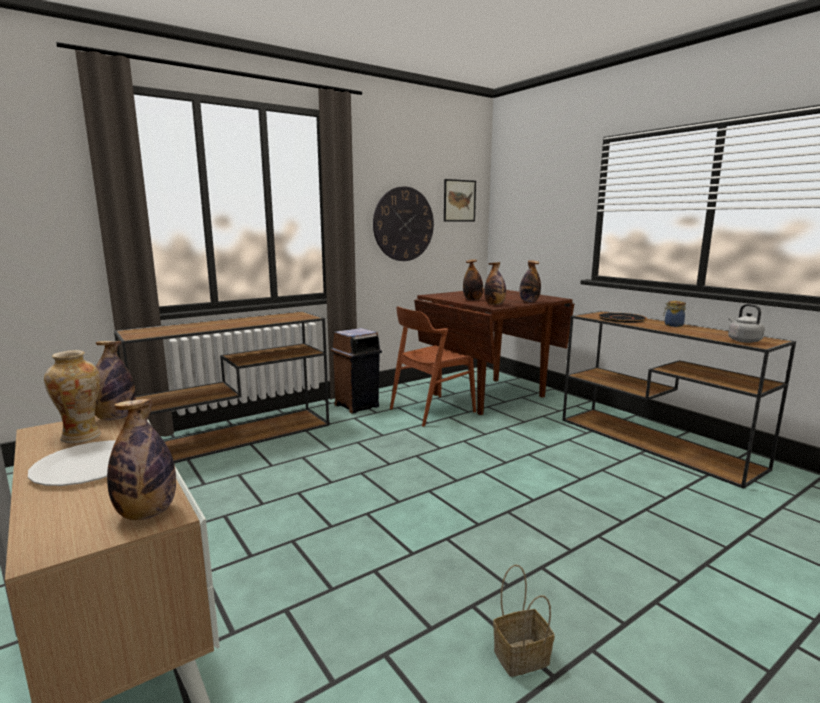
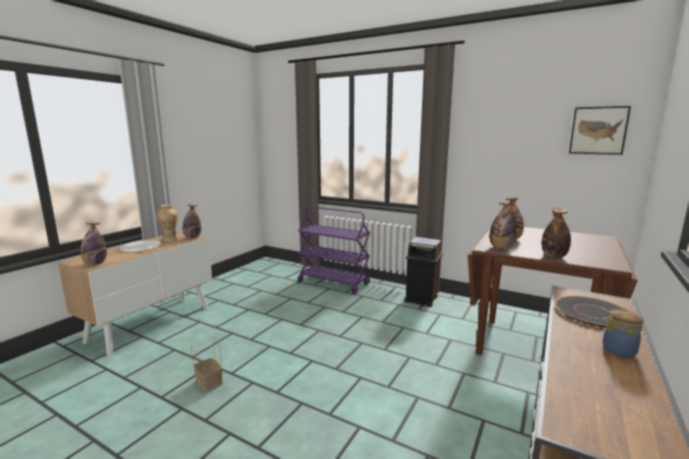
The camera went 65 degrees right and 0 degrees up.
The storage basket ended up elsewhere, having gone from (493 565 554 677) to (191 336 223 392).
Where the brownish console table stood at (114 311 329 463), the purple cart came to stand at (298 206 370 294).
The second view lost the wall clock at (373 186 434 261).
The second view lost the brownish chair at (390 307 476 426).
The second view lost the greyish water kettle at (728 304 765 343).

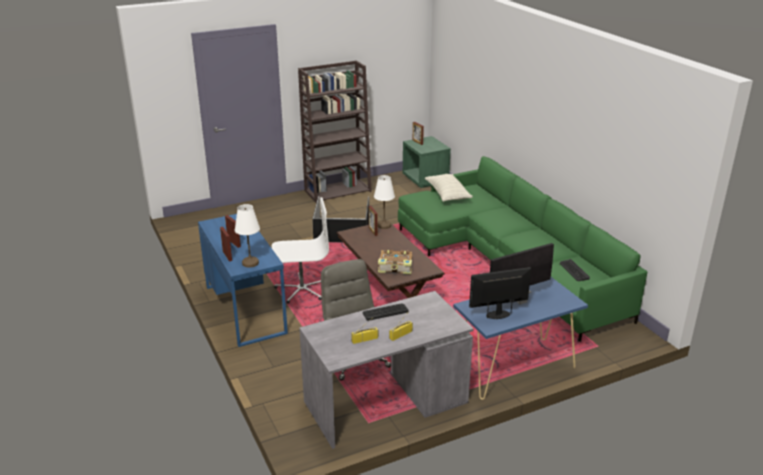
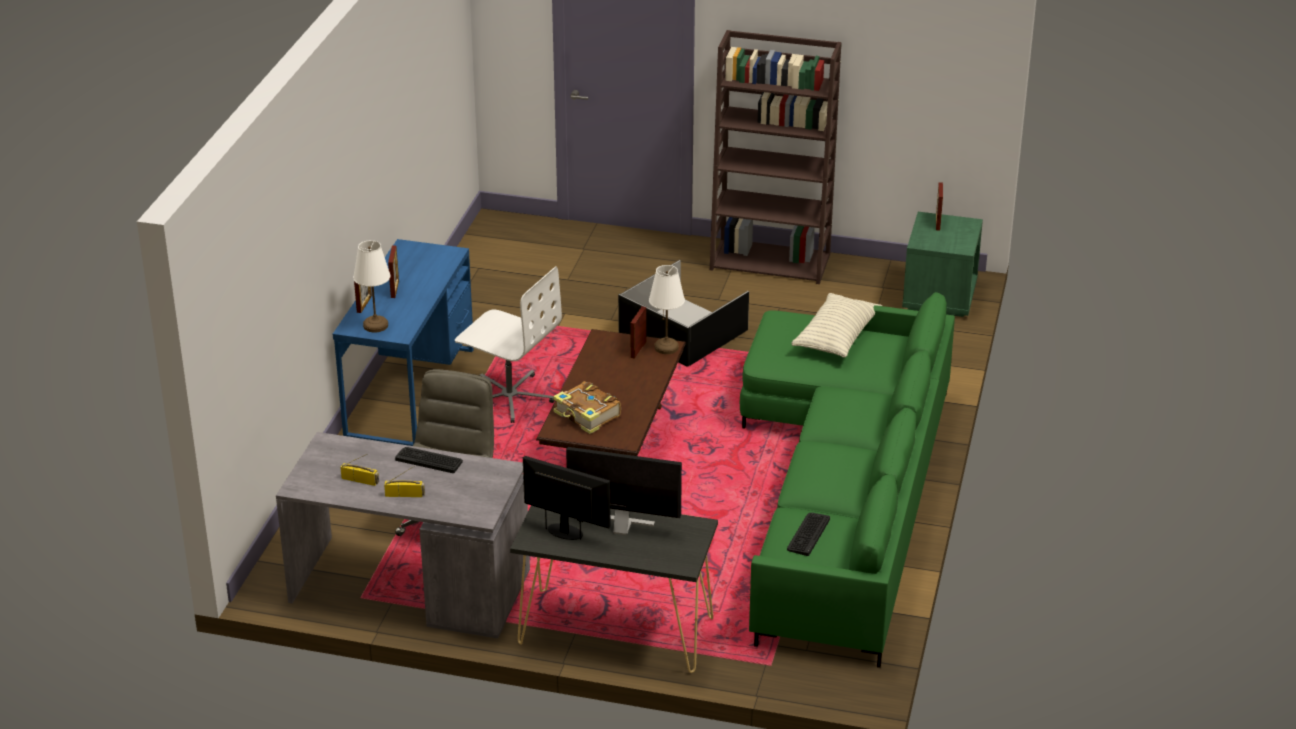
The camera went 40 degrees right and 5 degrees up.
What was the bluish console table at (453 277 588 400) turned into the black console table at (510 505 718 673).

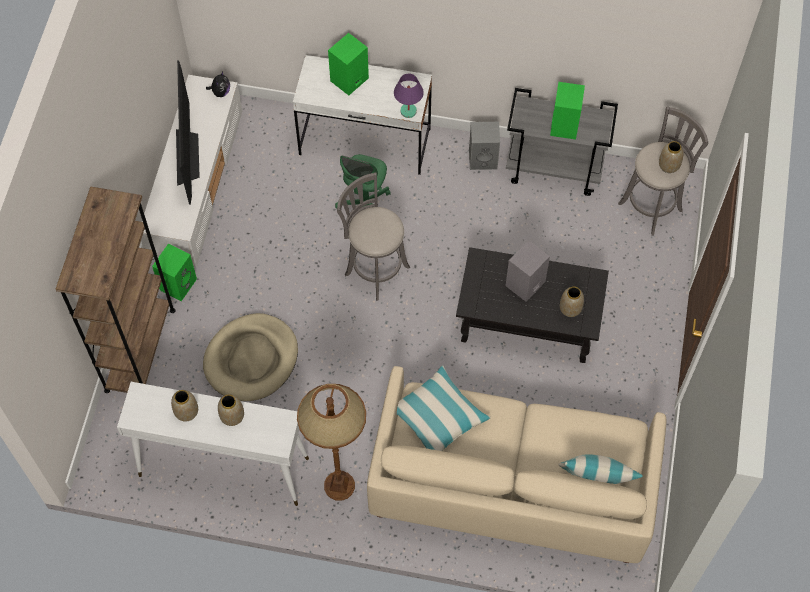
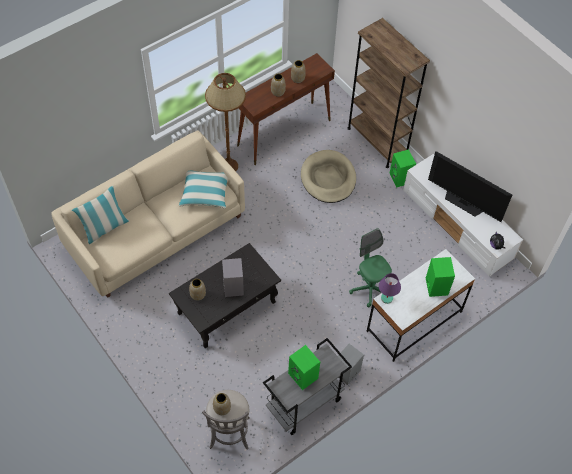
The camera went 130 degrees right and 5 degrees down.
What was the white-coloured console table at (117 382 309 506) turned into the brownish console table at (237 53 335 165).
The second view lost the greyish stool seat at (337 173 410 300).

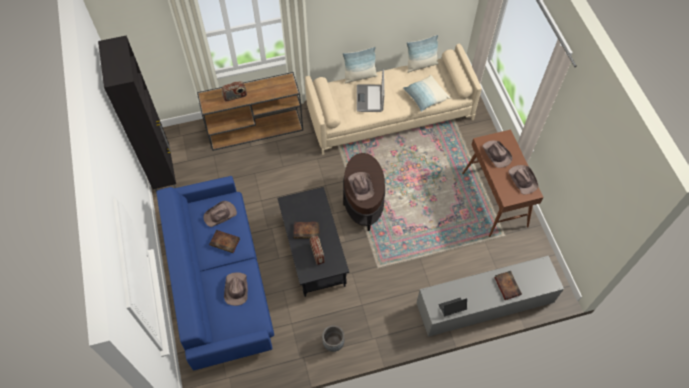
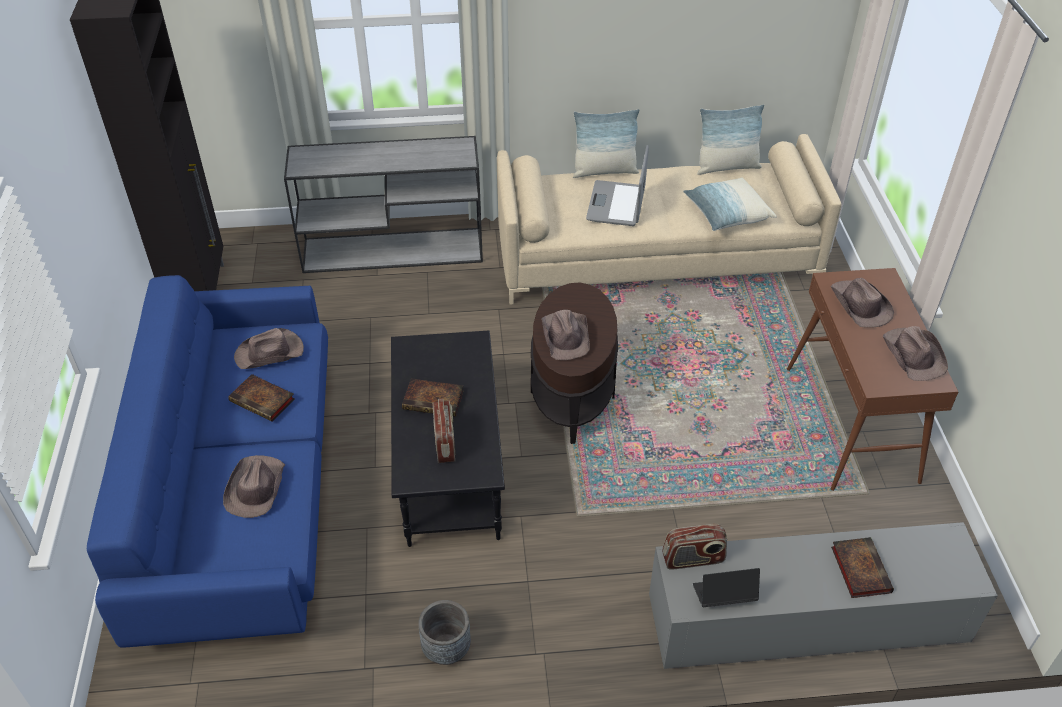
The camera went 10 degrees right and 15 degrees down.
What was the brownish console table at (197 72 303 151) turned into the greyish console table at (284 136 483 273).
The radio ended up elsewhere, having gone from (222 81 247 101) to (662 524 727 569).

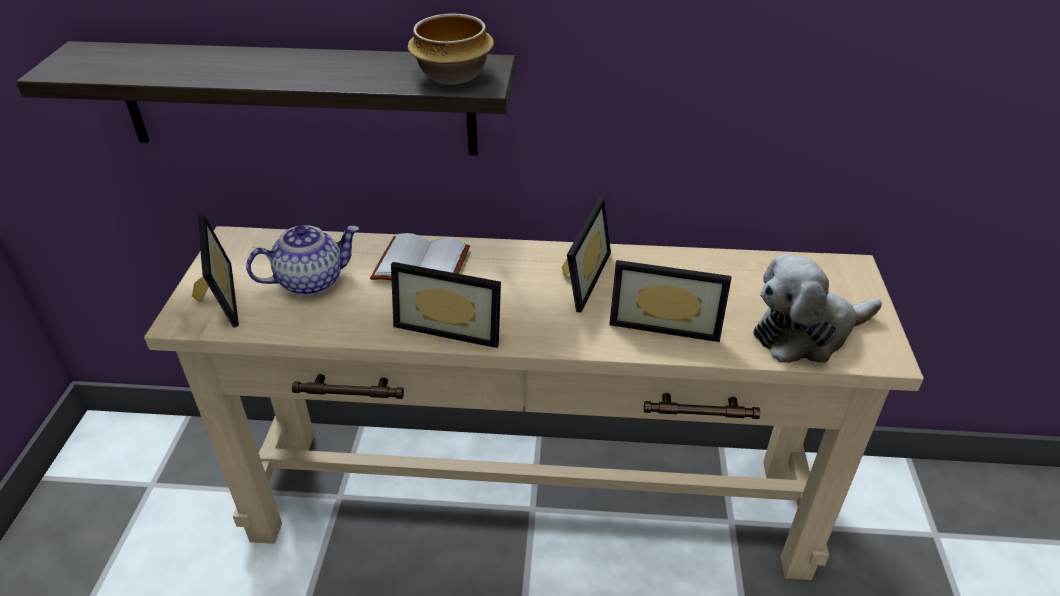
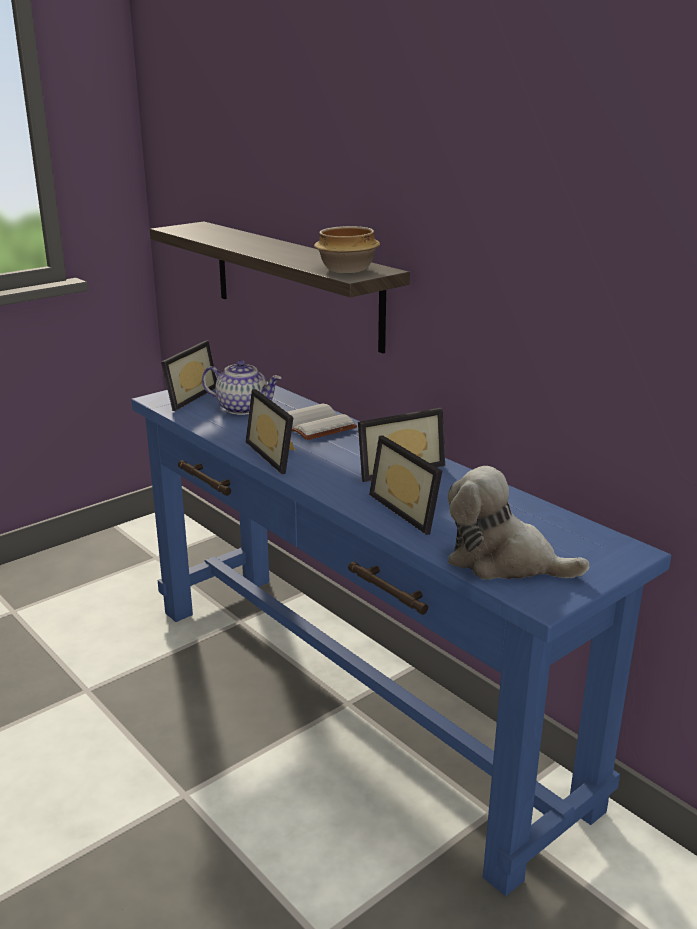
The camera went 45 degrees right and 15 degrees down.
What was the sand-coloured console table at (144 226 924 580) turned into the bluish console table at (131 377 671 896).

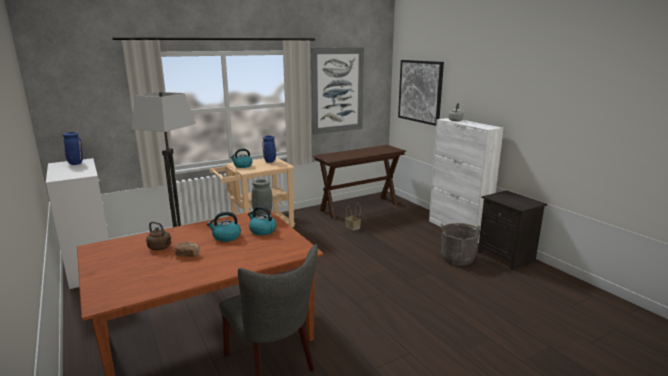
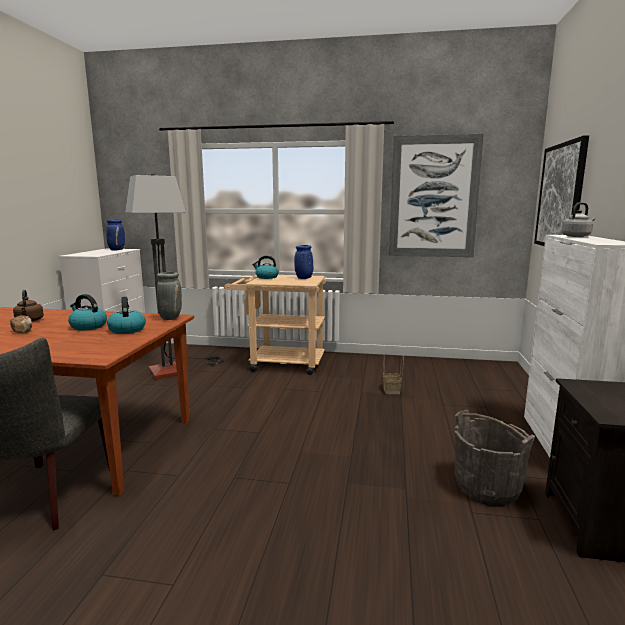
The camera went 40 degrees right and 5 degrees down.
The second view lost the brownish console table at (313 145 406 219).

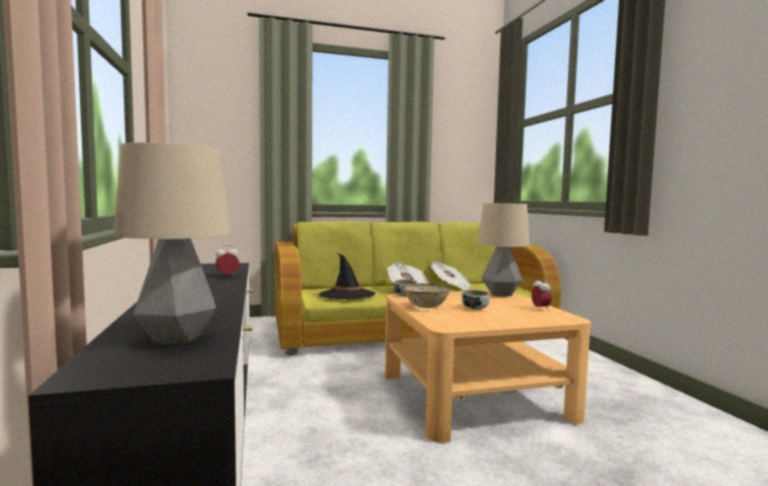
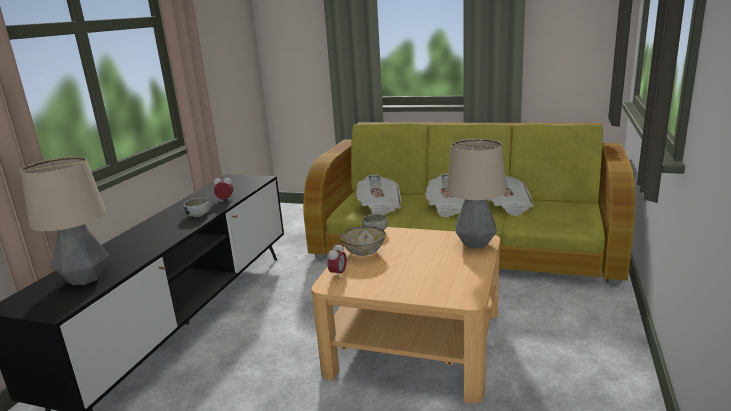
The camera went 35 degrees right and 15 degrees up.
The deep dish ended up elsewhere, having gone from (462 290 490 310) to (183 197 210 217).
The bedside clock ended up elsewhere, having gone from (531 278 552 311) to (328 243 347 279).
Where the black wearable hat stood at (319 253 376 299), the daily paper came to stand at (356 175 401 215).

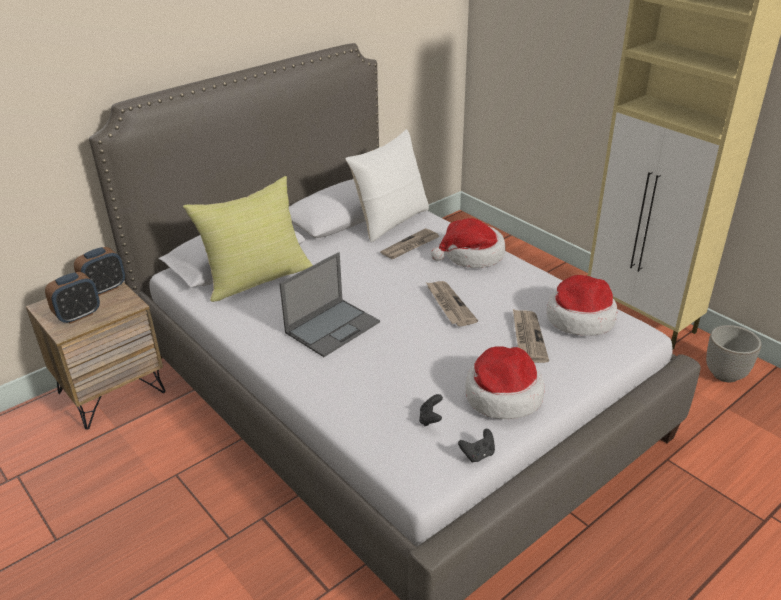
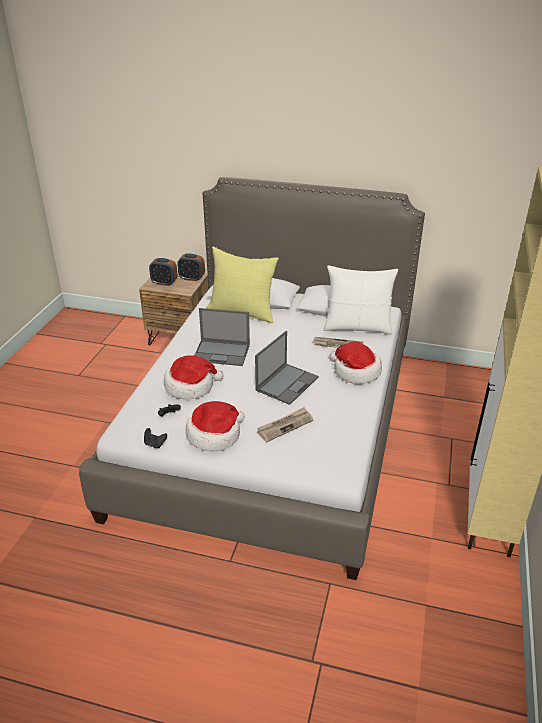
The camera went 55 degrees right and 0 degrees up.
The wearable hat ended up elsewhere, having gone from (547 275 617 336) to (164 355 224 400).
Where the daily paper stood at (426 281 478 327), the portable computer came to stand at (255 331 319 405).
The second view lost the planter at (706 325 761 382).

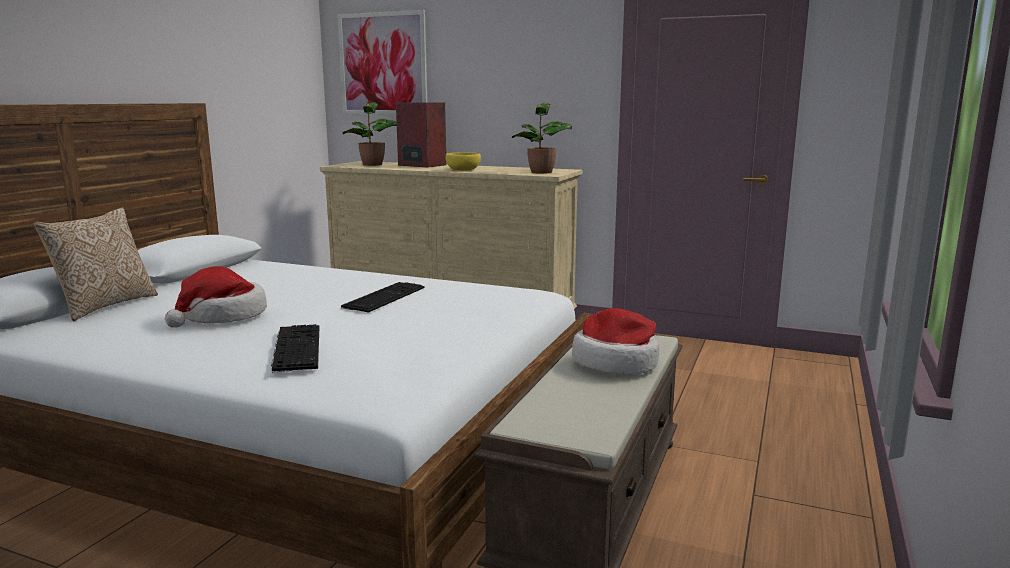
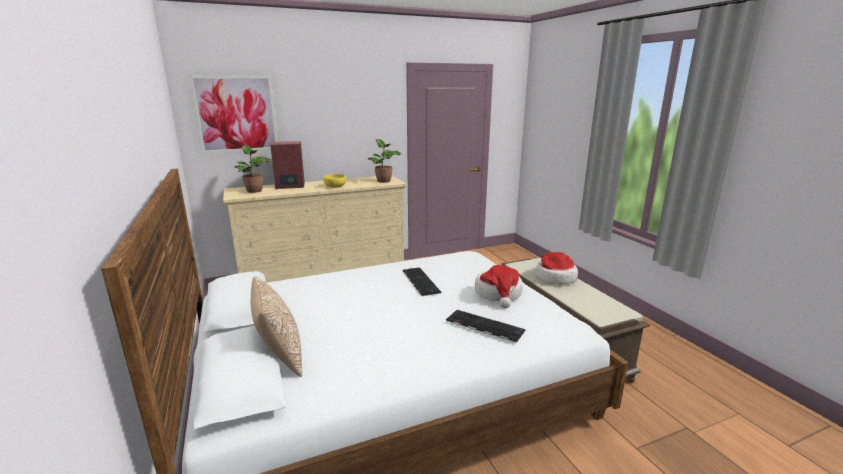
The camera went 45 degrees left and 5 degrees up.
The wearable hat ended up elsewhere, having gone from (165 266 267 328) to (475 265 523 308).

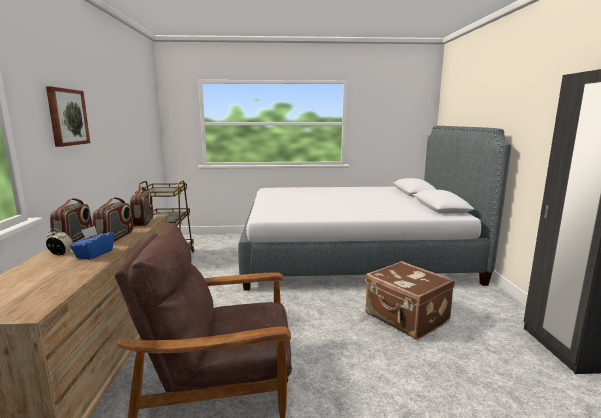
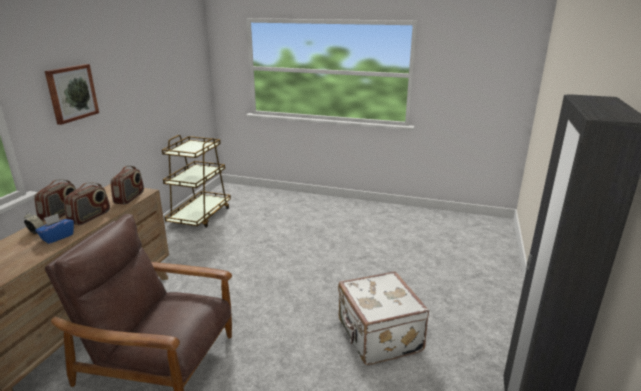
The camera went 20 degrees right and 10 degrees up.
What was the brownish piece of luggage at (365 261 455 340) turned into the white-coloured piece of luggage at (338 271 429 365).
The second view lost the greyish sleeping bed at (238 126 511 291).

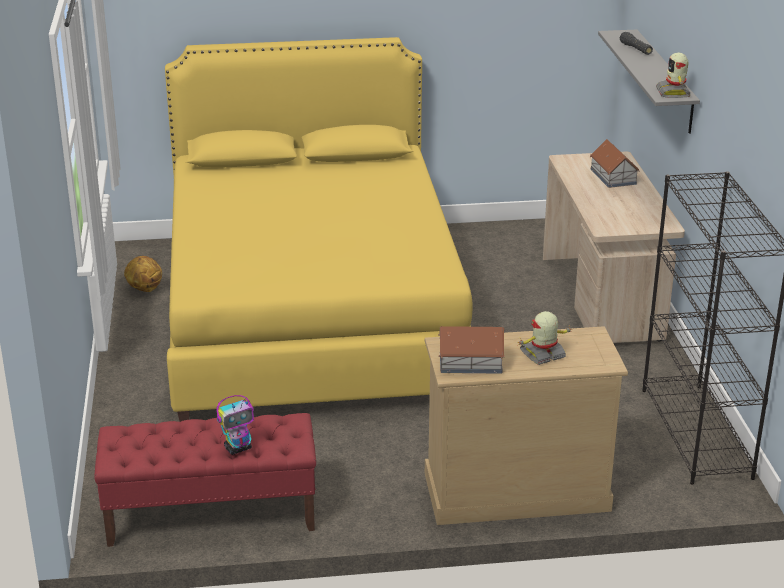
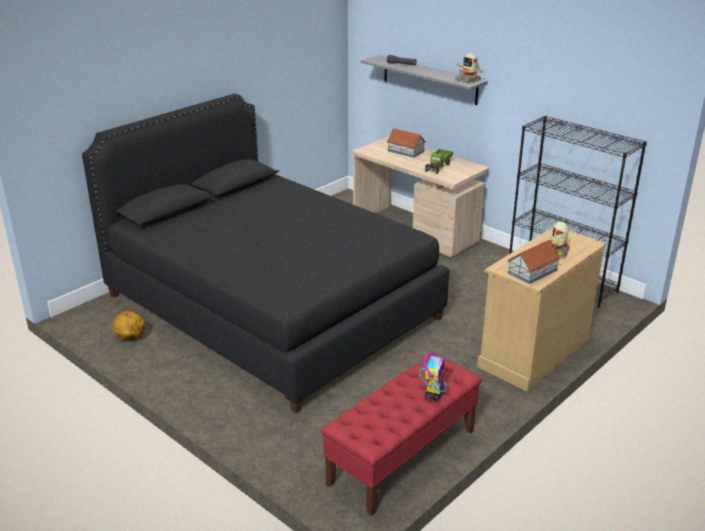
The camera went 40 degrees left and 0 degrees up.
What was the yellow sleeping bed at (165 37 473 422) turned into the black sleeping bed at (82 94 449 413).
The second view gained the toy lorry at (425 149 453 174).

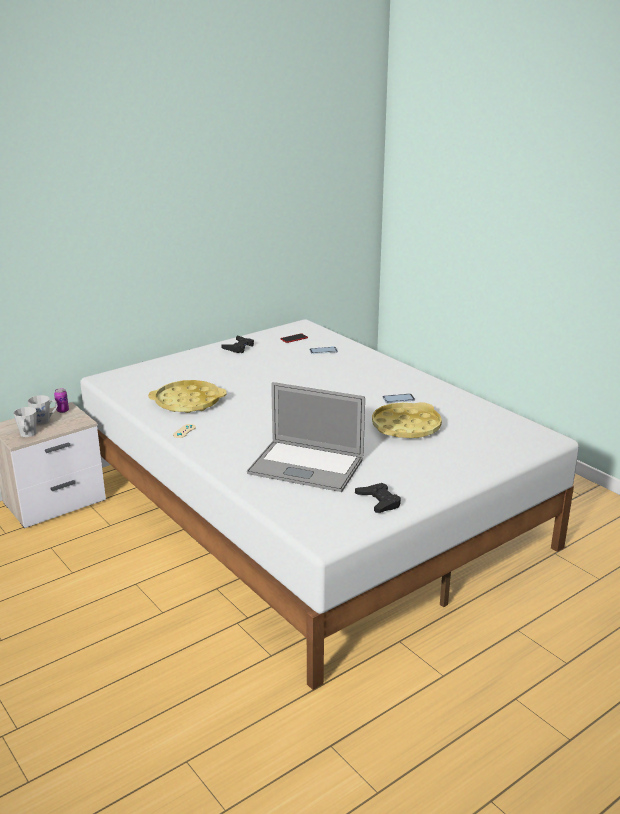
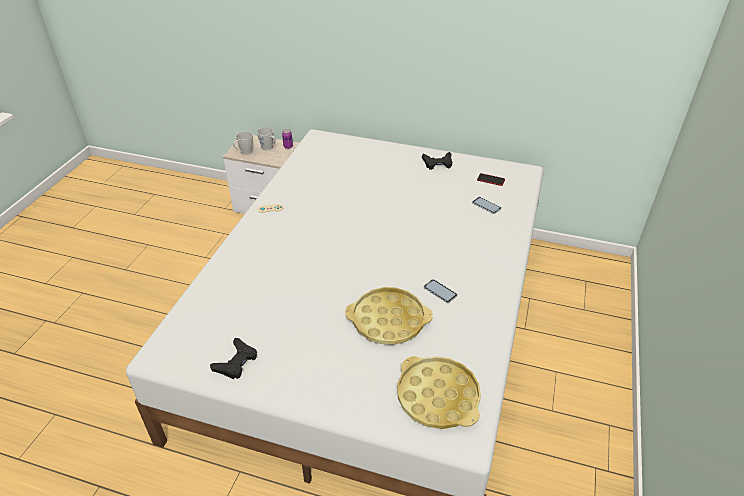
The camera went 55 degrees right and 15 degrees up.
The yellow carrying tray ended up elsewhere, having gone from (148 380 227 413) to (397 356 481 429).
The second view lost the portable computer at (247 382 365 492).

